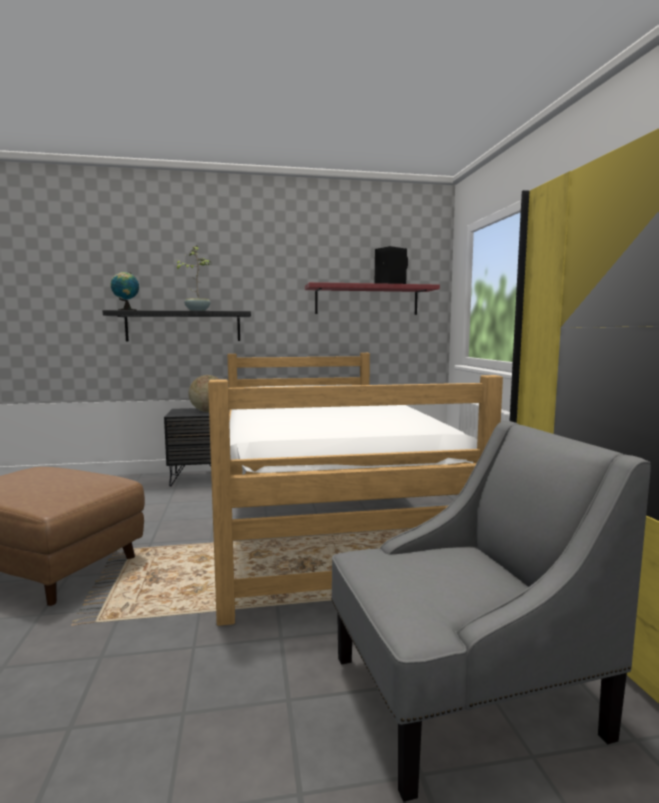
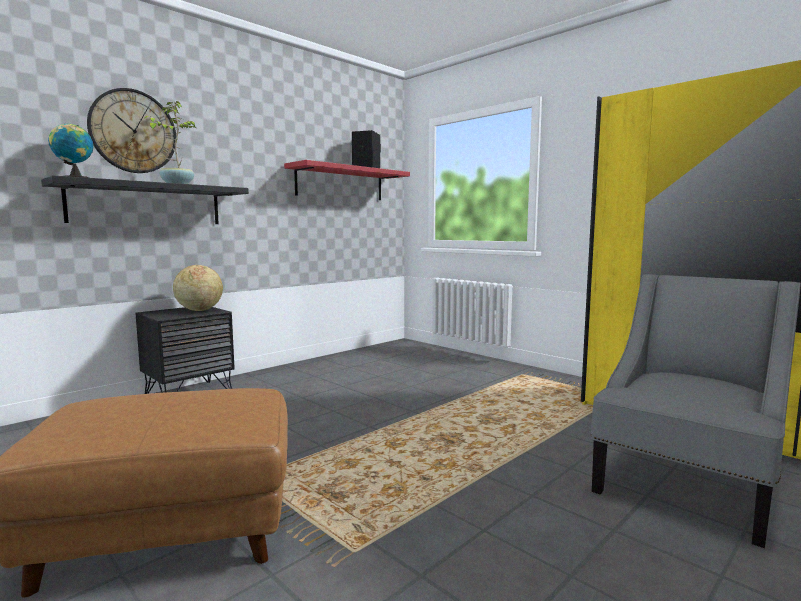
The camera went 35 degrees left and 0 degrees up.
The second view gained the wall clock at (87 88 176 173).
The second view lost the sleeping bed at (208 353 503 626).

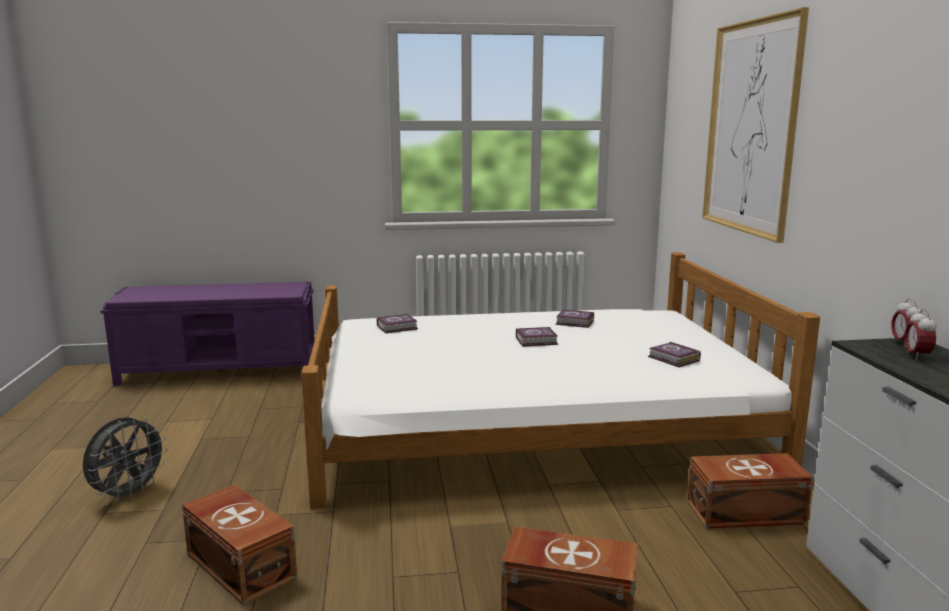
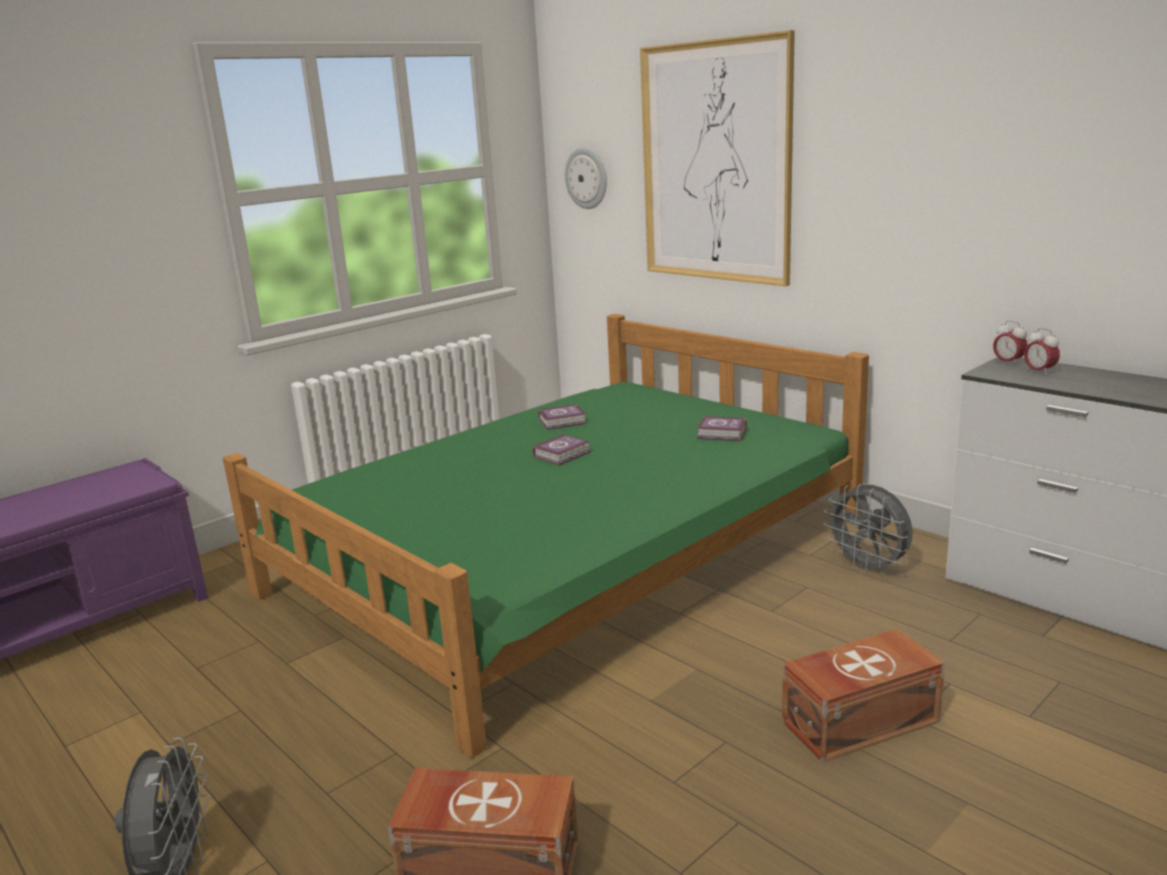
The camera went 35 degrees left and 5 degrees up.
What was the white-coloured sleeping bed at (301 252 820 509) turned into the green-coloured sleeping bed at (223 314 869 758).
The second view gained the wall clock at (565 148 607 209).
Where the brownish storage bin stood at (687 453 813 529), the greyish cooling fan came to stand at (824 484 913 574).
The second view lost the book at (377 314 418 333).

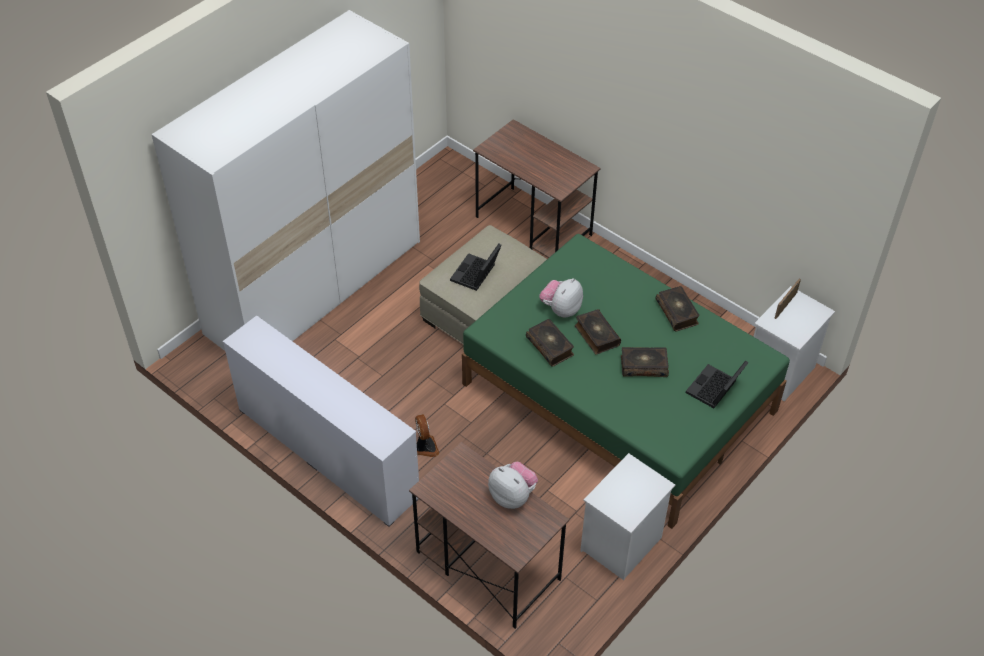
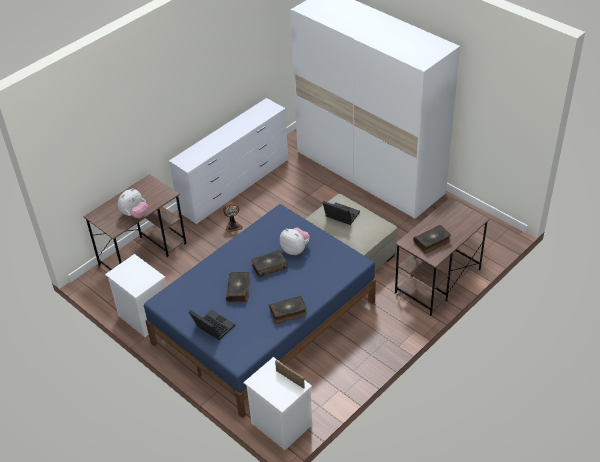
The camera went 95 degrees right and 5 degrees down.
What was the green-coloured sleeping bed at (462 234 790 529) turned into the bluish sleeping bed at (144 204 376 418).
The book ended up elsewhere, having gone from (526 319 574 367) to (413 225 451 254).

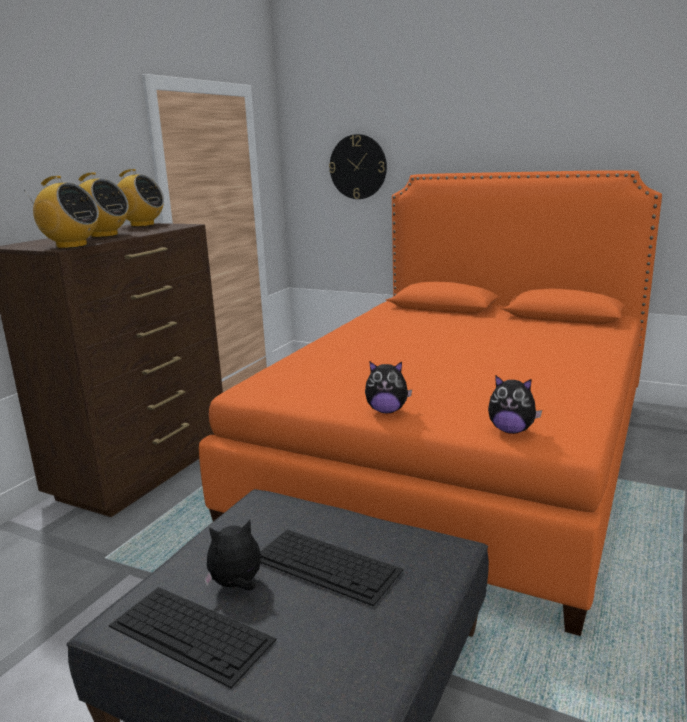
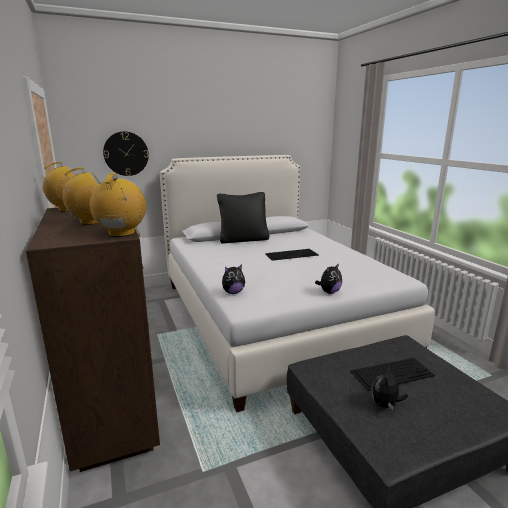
The camera went 50 degrees left and 0 degrees up.
The radio at (24 176 99 249) ended up facing another way, 60 degrees counterclockwise from before.
What was the orangey sleeping bed at (199 170 662 636) turned into the white-coloured sleeping bed at (160 155 435 412).
The second view gained the black pillow at (217 192 269 244).
The cuddly toy ended up elsewhere, having gone from (488 375 542 434) to (222 264 245 294).
The keyboard ended up elsewhere, having gone from (109 587 276 688) to (265 249 319 261).

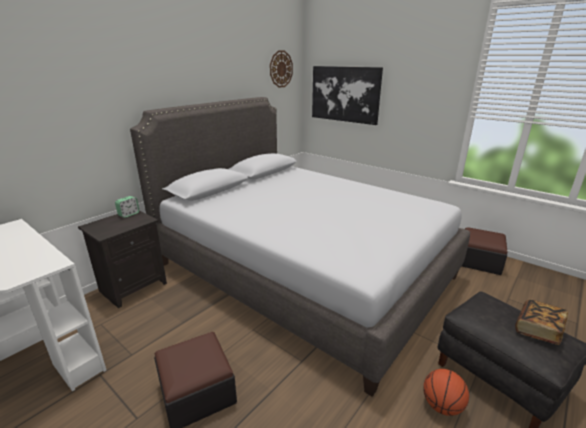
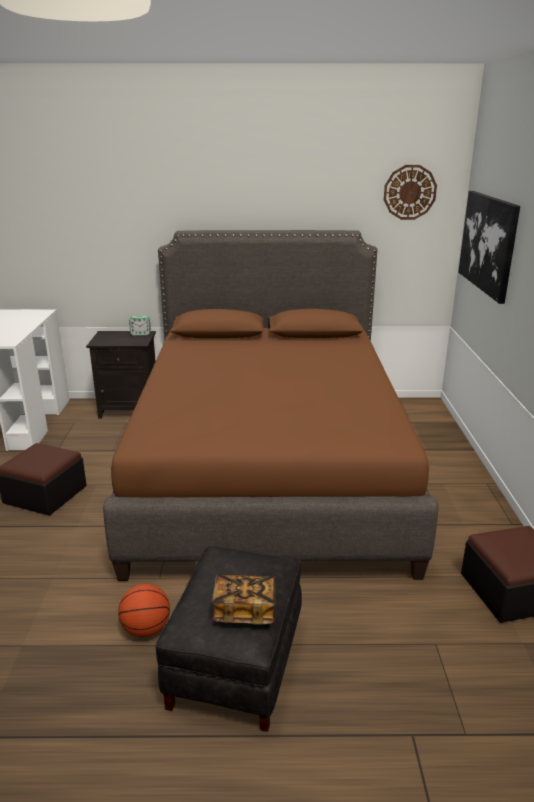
The camera went 50 degrees right and 0 degrees up.
What was the greyish sleeping bed at (130 97 470 397) turned into the brownish sleeping bed at (103 230 438 581).

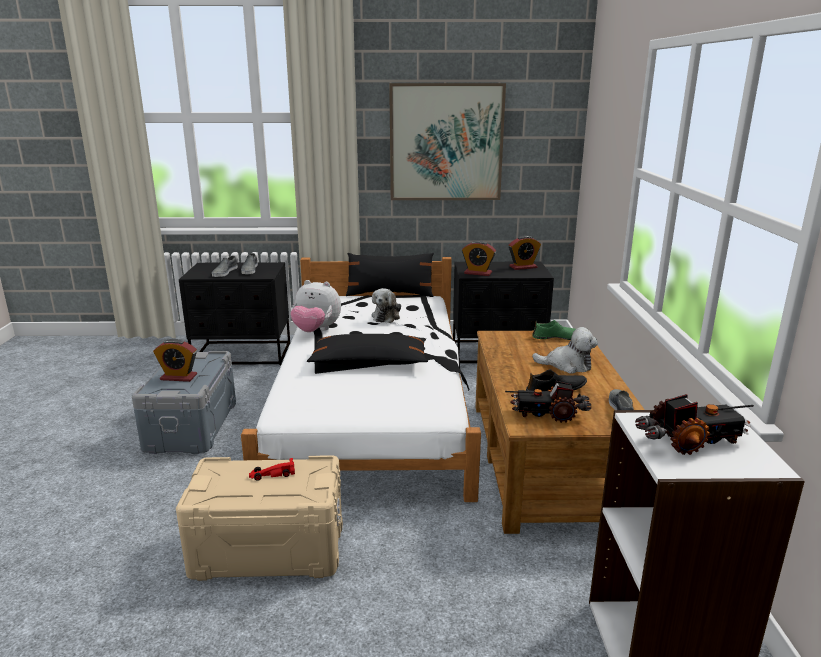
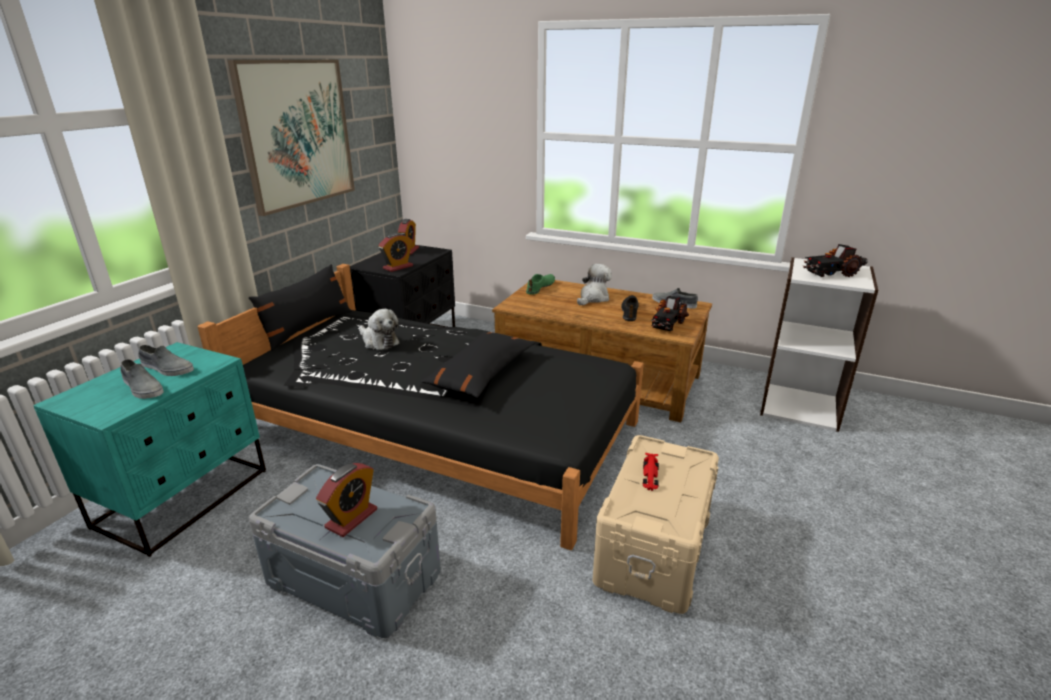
The camera went 65 degrees left and 5 degrees up.
What was the black nightstand at (179 262 290 365) turned into the turquoise-coloured nightstand at (33 342 266 557).
What was the white-coloured sleeping bed at (241 257 481 502) turned into the black sleeping bed at (197 264 644 550).
The toy lorry at (635 394 754 455) ended up facing another way, 120 degrees counterclockwise from before.
The second view lost the cuddly toy at (290 280 341 332).

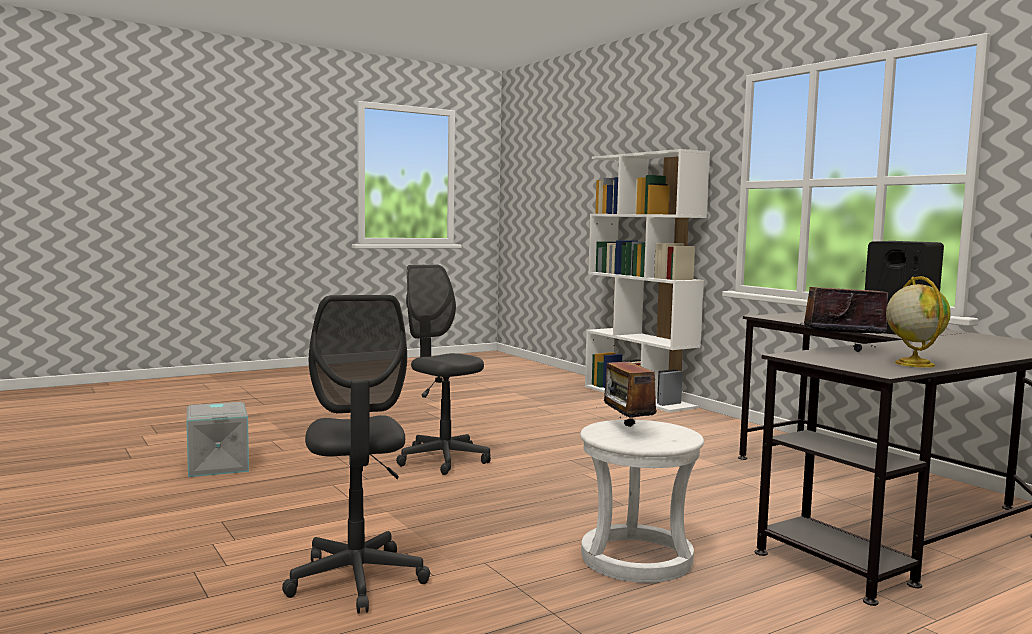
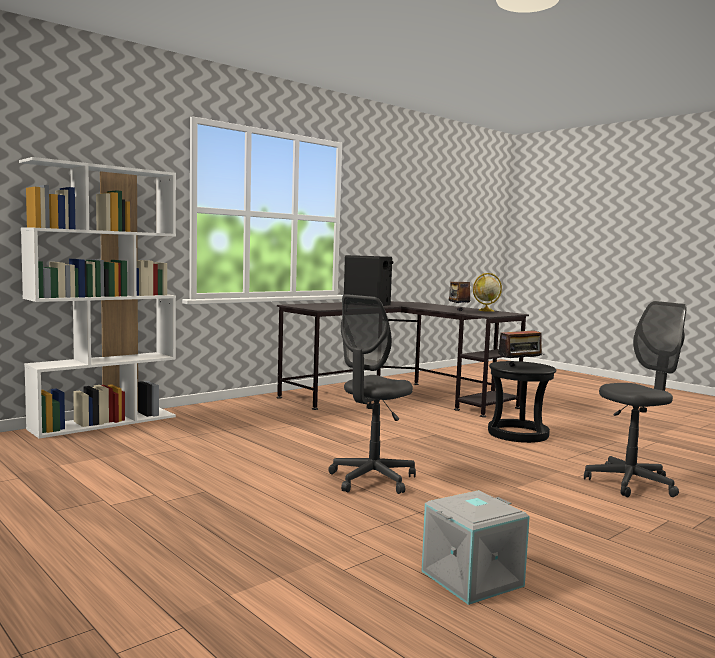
The camera went 100 degrees left and 0 degrees up.
What was the white-coloured stool seat at (580 420 704 583) turned into the black stool seat at (488 361 556 443).

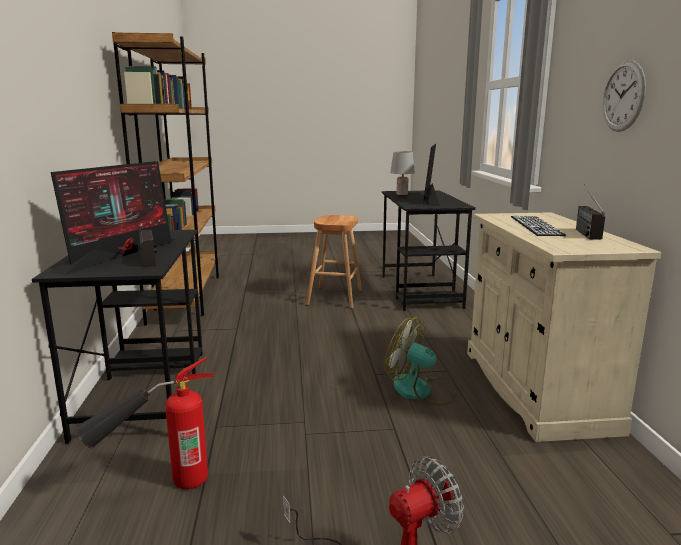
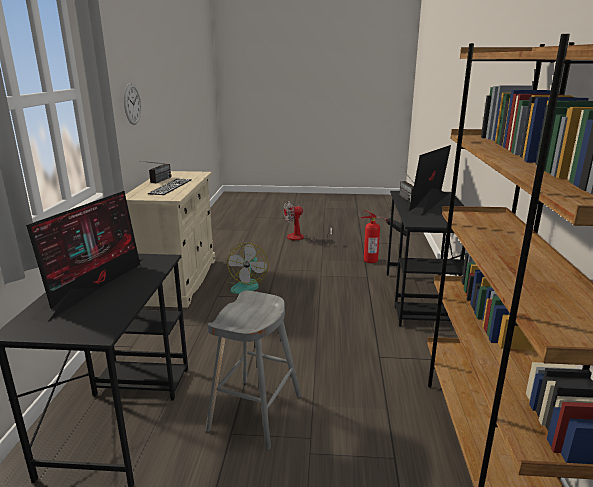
The camera went 170 degrees left and 5 degrees up.
What was the brownish stool seat at (306 215 362 309) turned into the greyish stool seat at (206 291 301 450).
The cooling fan at (384 317 457 405) ended up facing another way, 60 degrees clockwise from before.
The second view lost the greyish table lamp at (390 151 415 196).

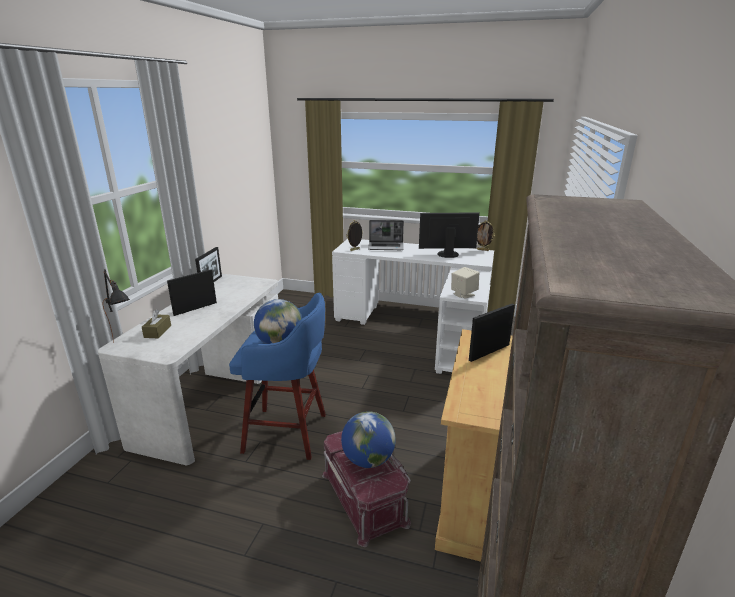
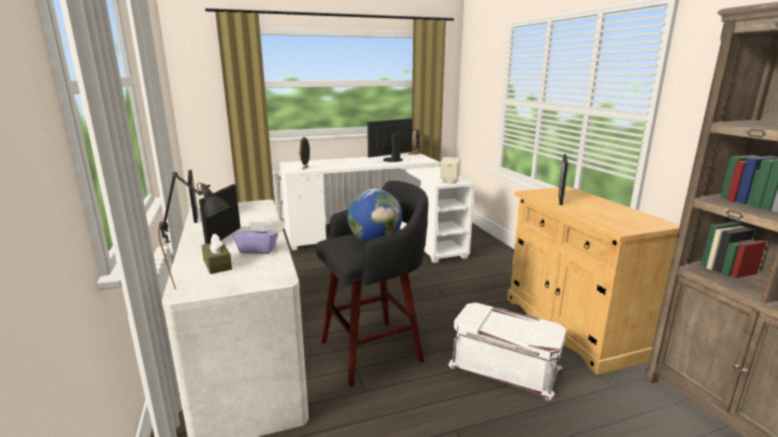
The camera went 35 degrees left and 5 degrees down.
The second view gained the purple tissue holder at (233 221 278 254).
What was the bluish stool seat at (229 292 326 460) turned into the black stool seat at (316 181 428 387).
What was the red-coloured storage bin at (322 431 411 547) turned into the white-coloured storage bin at (448 303 567 401).
The second view lost the globe at (341 411 396 468).
The second view lost the portable computer at (368 220 404 250).

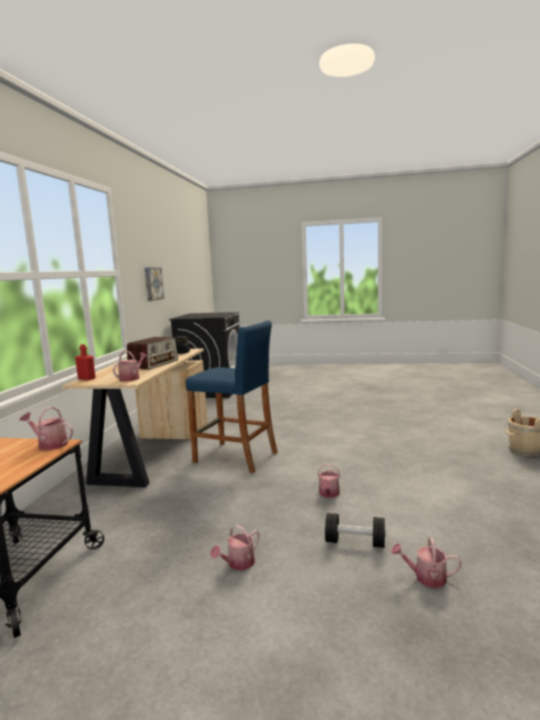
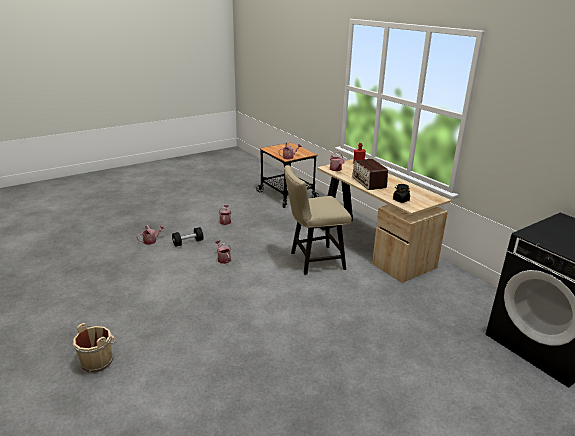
The camera went 135 degrees right and 15 degrees up.
Where the bluish stool seat stood at (186 320 278 473), the sand-coloured chair came to stand at (284 165 352 275).
The second view lost the wall picture at (145 267 164 301).

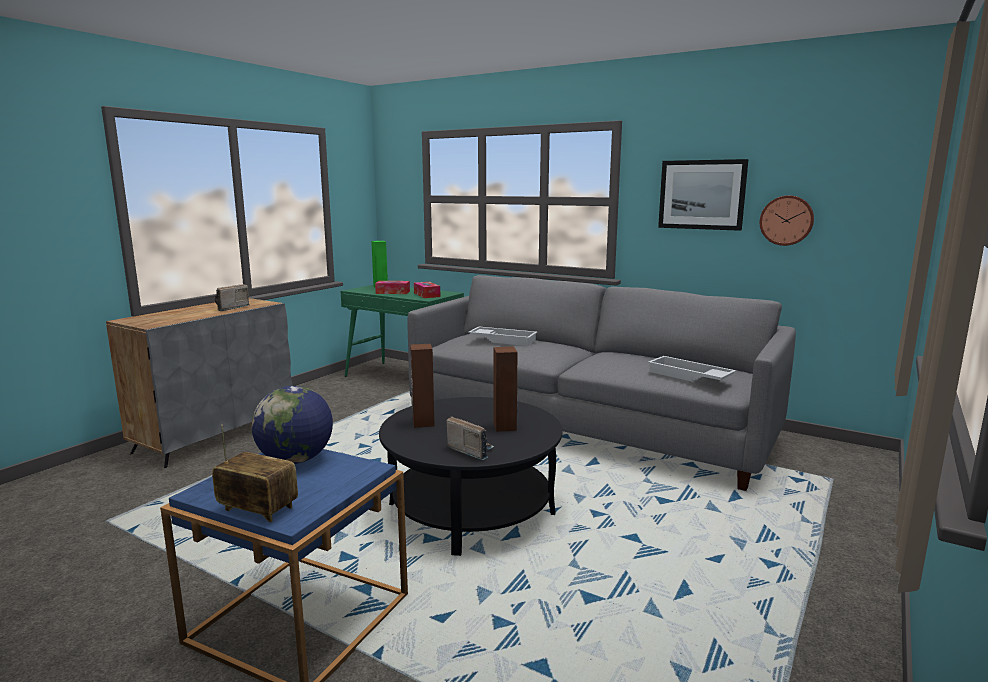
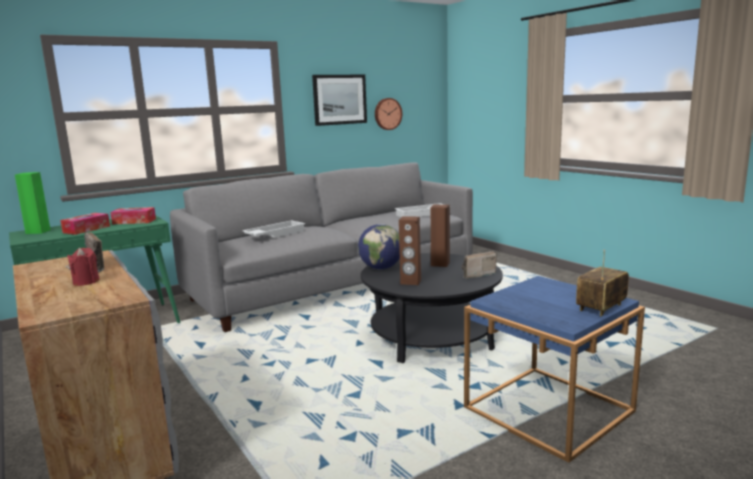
The camera went 65 degrees left and 0 degrees up.
The second view gained the red-coloured candle at (67 248 100 286).
The globe ended up elsewhere, having gone from (252 386 333 464) to (358 224 400 269).

